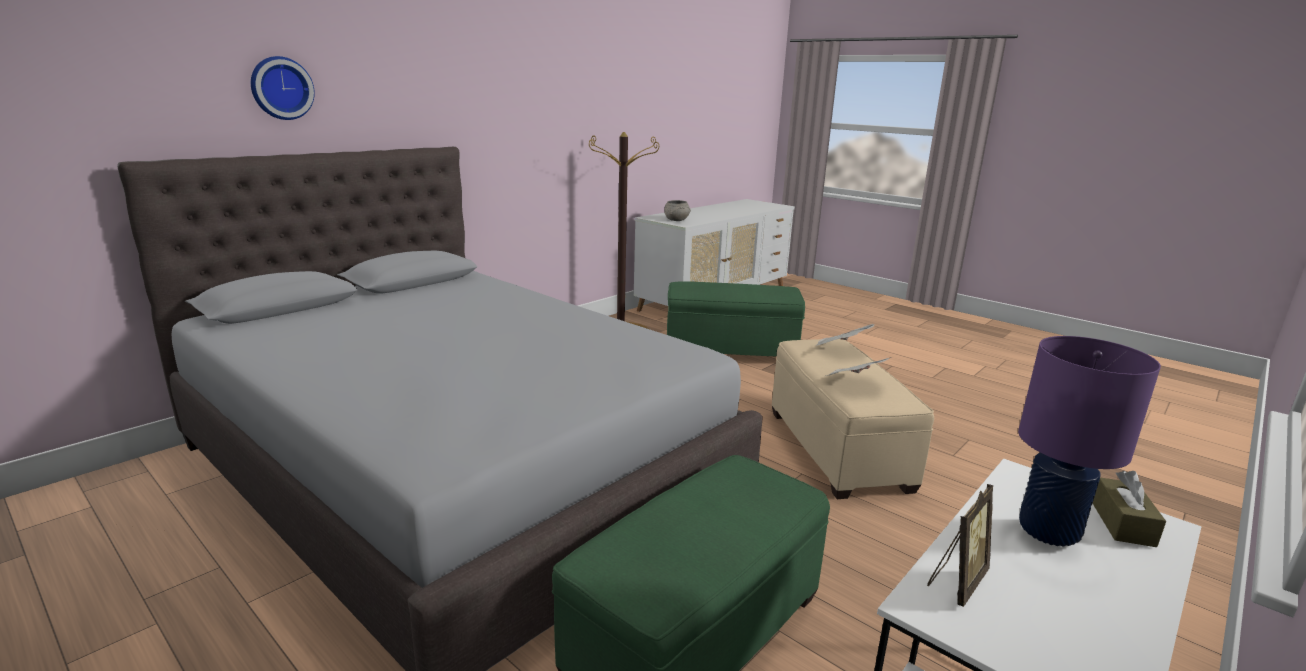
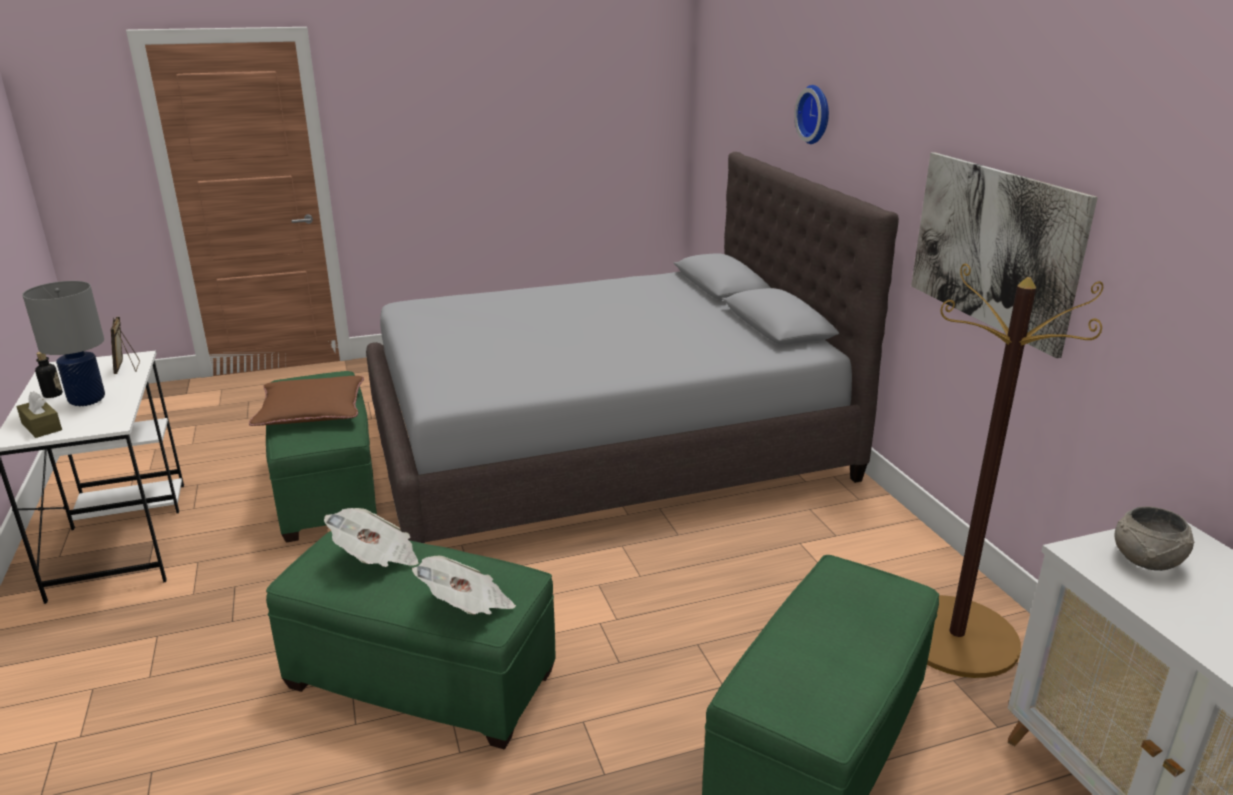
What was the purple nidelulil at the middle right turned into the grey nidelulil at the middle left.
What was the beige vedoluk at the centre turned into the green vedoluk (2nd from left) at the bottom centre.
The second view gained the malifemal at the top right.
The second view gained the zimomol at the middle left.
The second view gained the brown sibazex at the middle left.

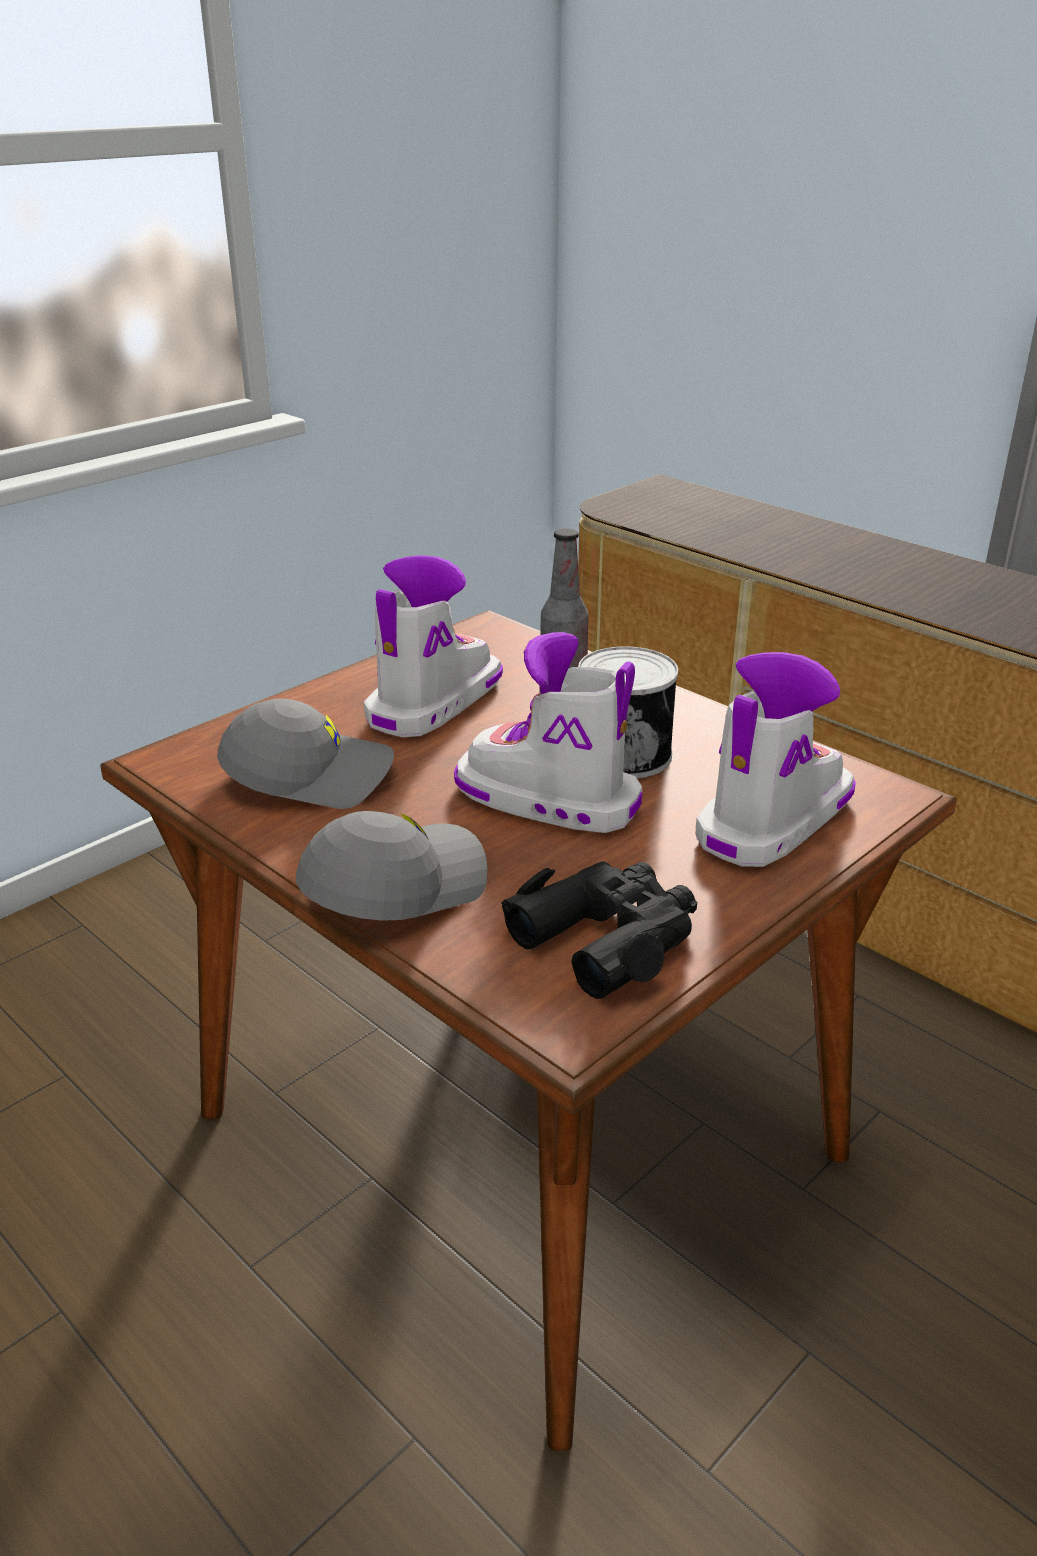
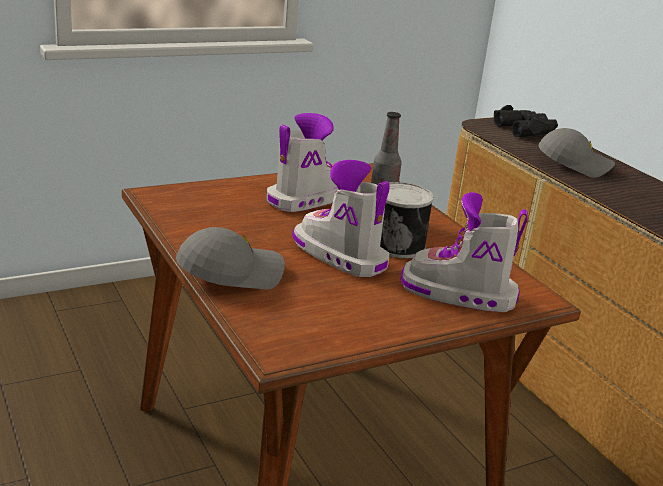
The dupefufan (3rd from left) at the middle right ended up facing another way, 135 degrees counterclockwise from before.
The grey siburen (1st from left in the first image) ended up elsewhere, having gone from the middle left to the top right.
The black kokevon ended up elsewhere, having gone from the centre to the top right.

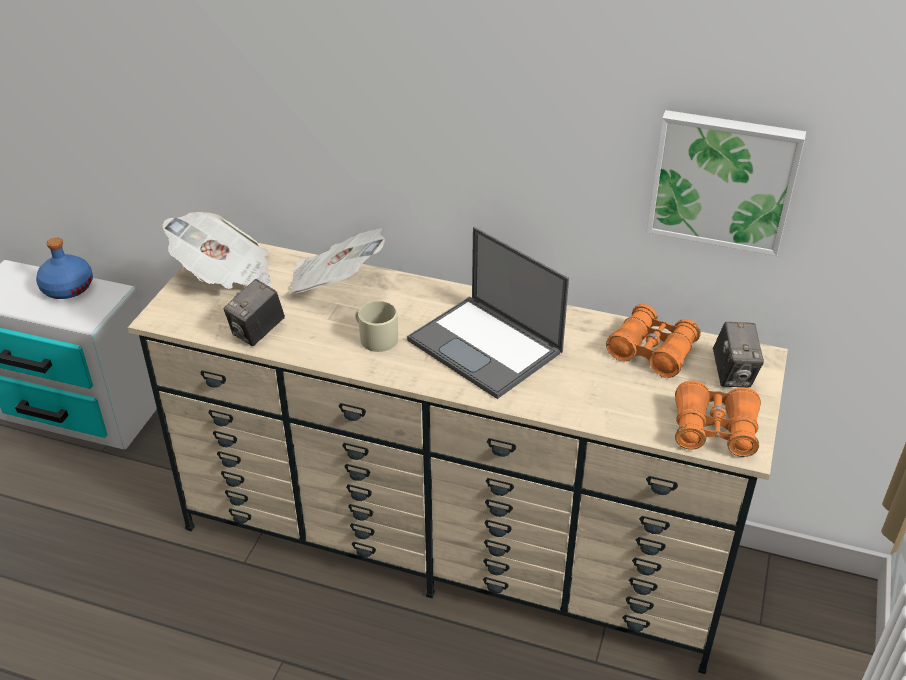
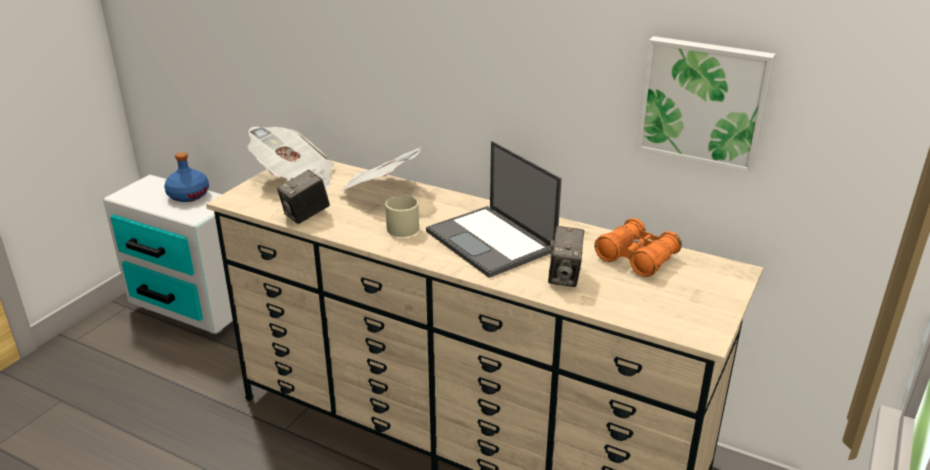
The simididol (2nd from left) ended up elsewhere, having gone from the middle right to the centre.
The second view lost the orange kokevon (2nd from left) at the middle right.

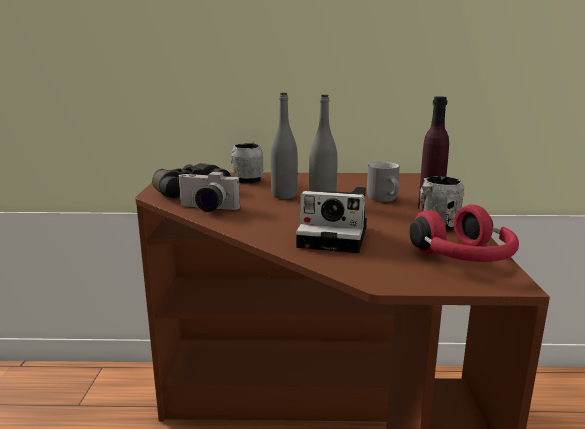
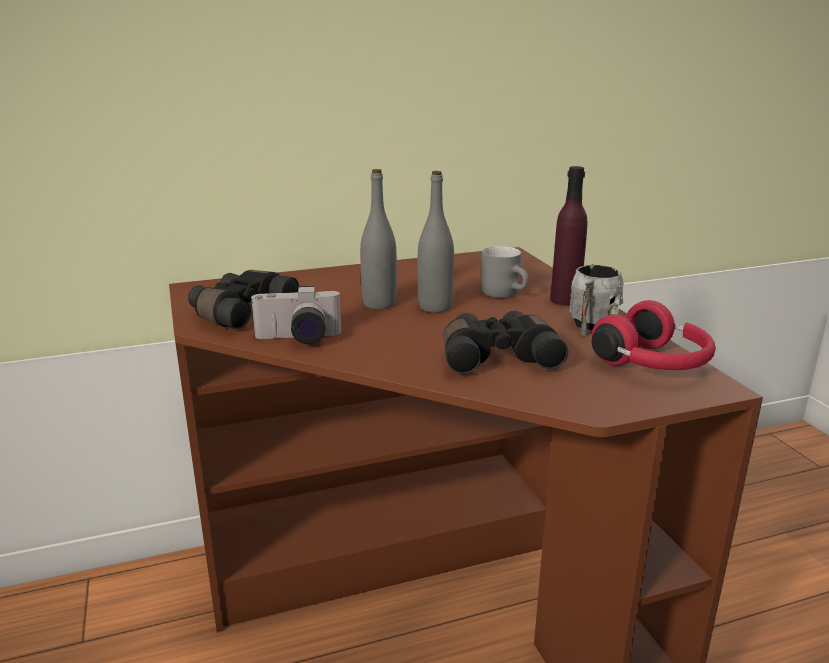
The second view lost the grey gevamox (1st from left) at the centre.
Where the simididol (2nd from left) stood at the centre, the black kokevon (2nd from left) came to stand at the centre.

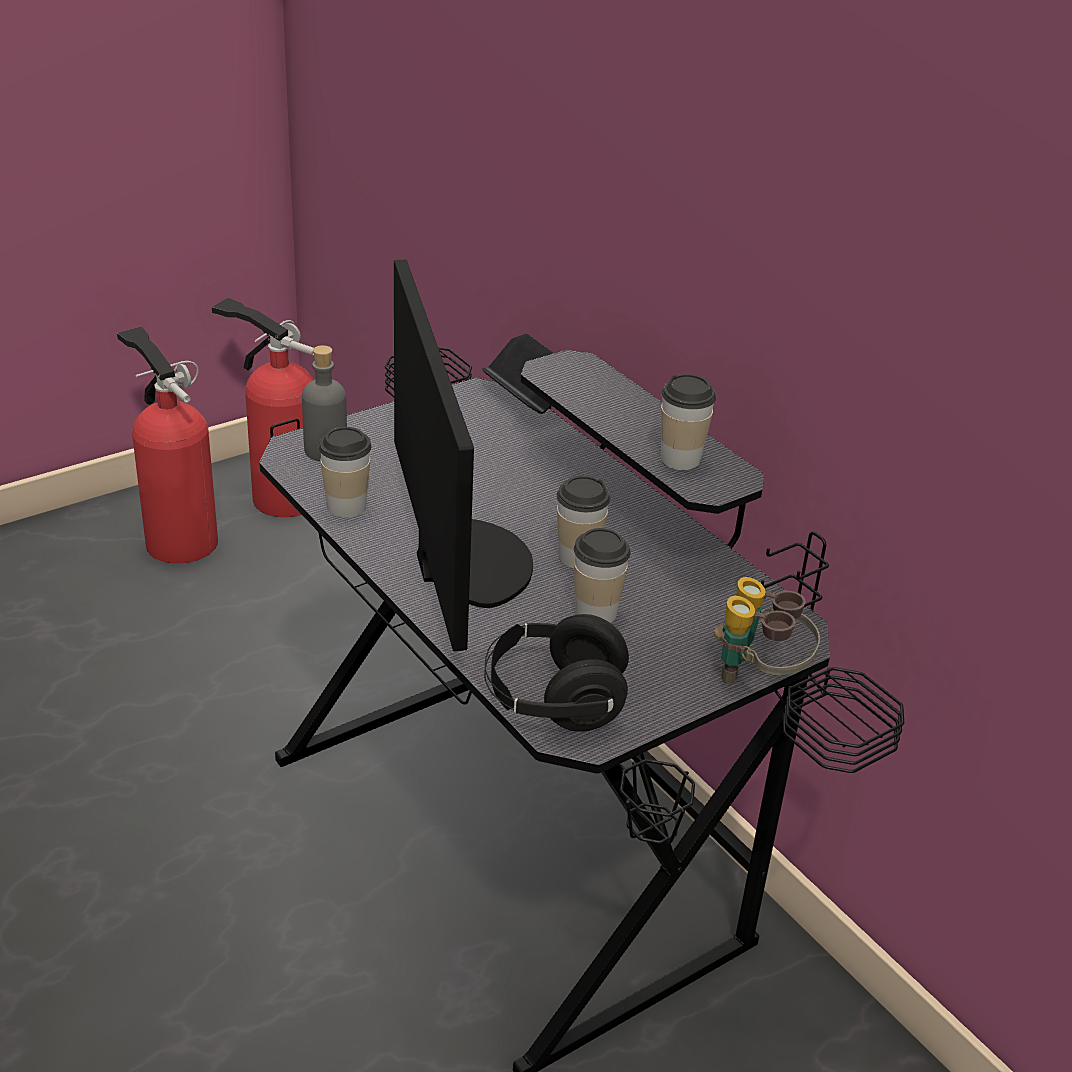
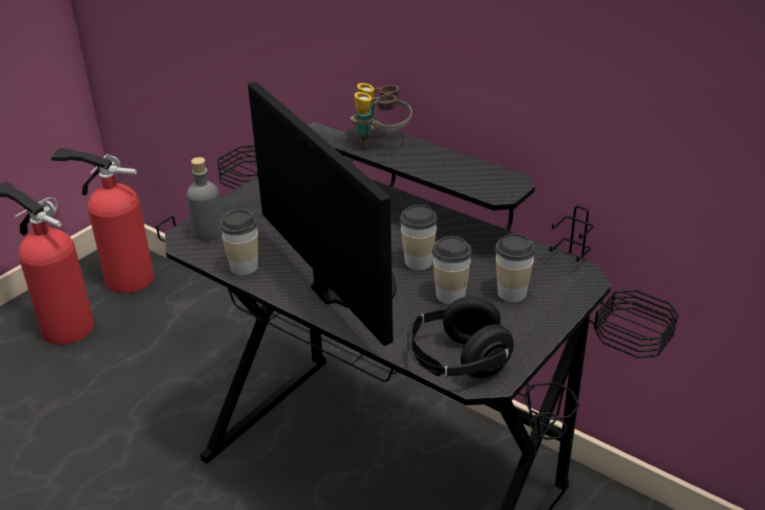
The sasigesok (4th from left) ended up elsewhere, having gone from the centre to the middle right.
The kokevon ended up elsewhere, having gone from the middle right to the top centre.

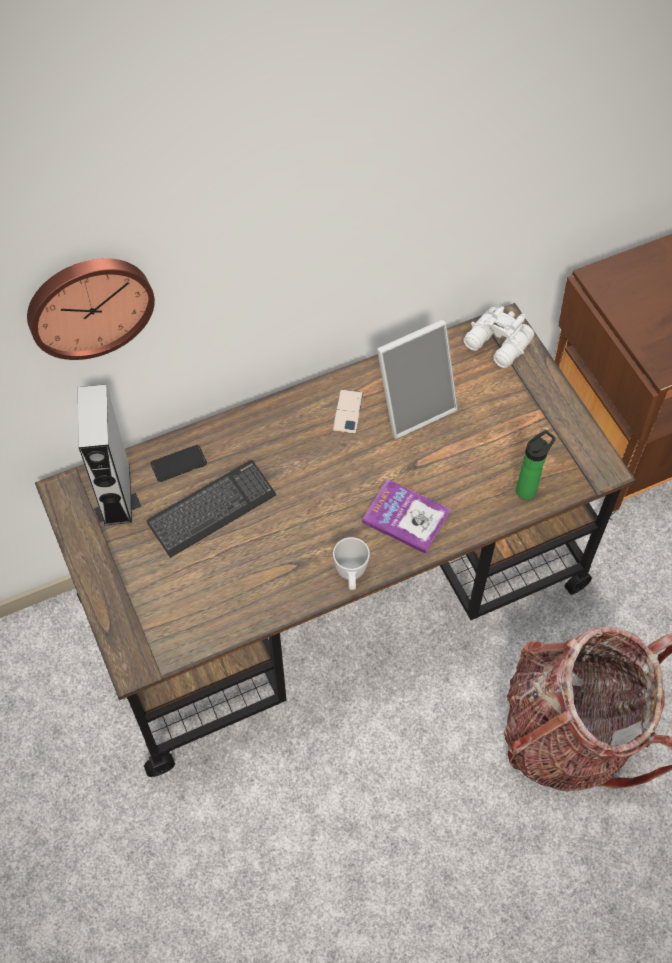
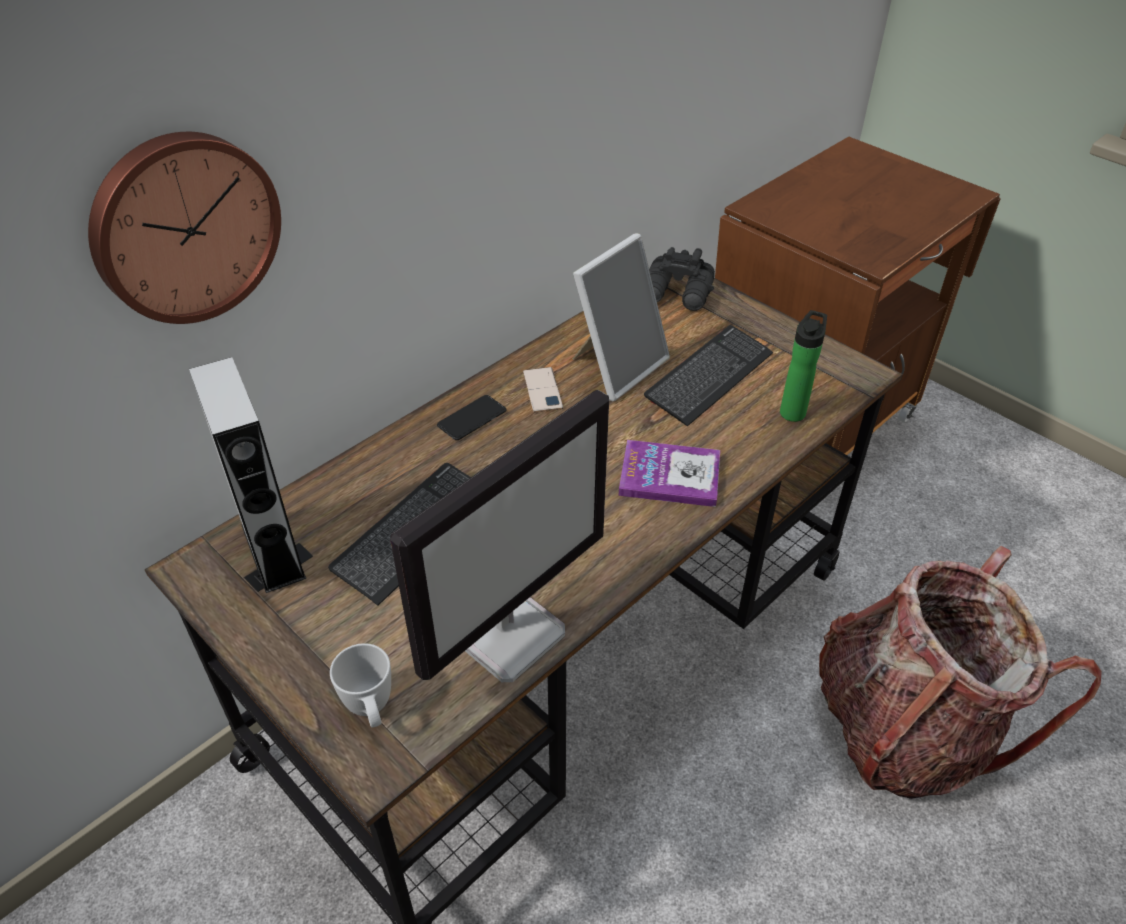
What was the white kokevon at the middle right turned into the black kokevon at the top centre.
The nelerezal (1st from left) ended up elsewhere, having gone from the middle left to the centre.
The white gevamox ended up elsewhere, having gone from the centre to the bottom left.
The second view gained the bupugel (2nd from left) at the centre.
The second view gained the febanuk at the centre.

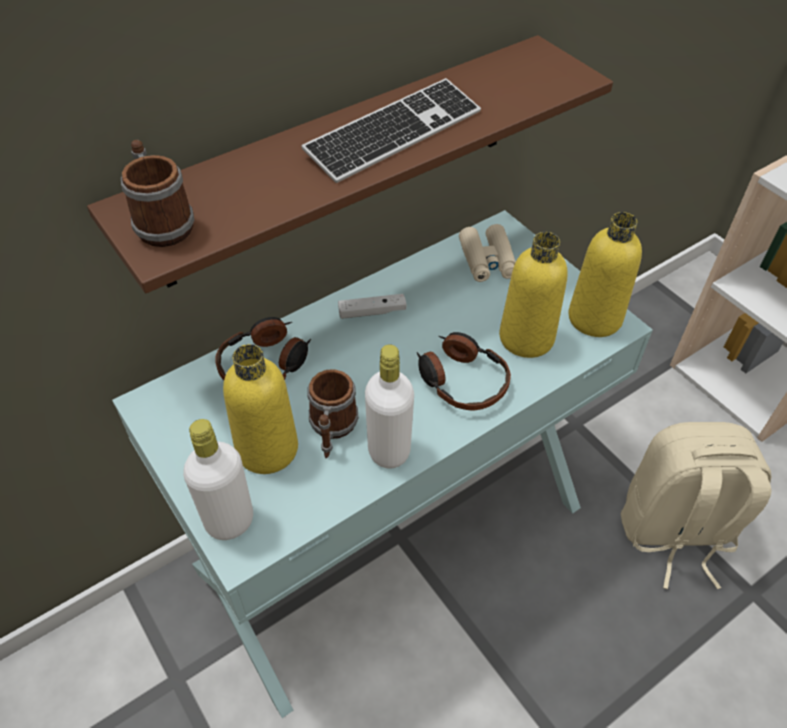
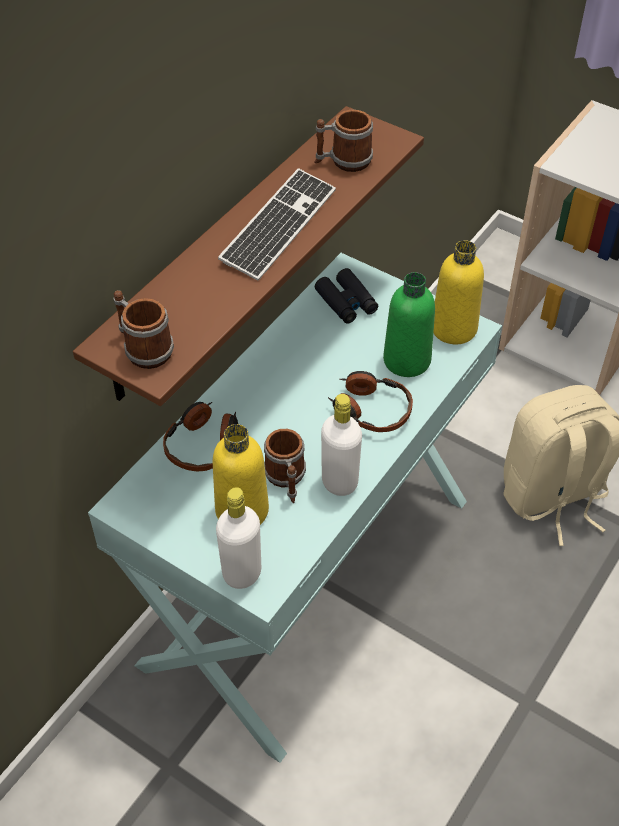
What was the beige kokevon at the centre turned into the black kokevon at the centre.
What was the yellow zimomol (2nd from left) at the middle right turned into the green zimomol at the centre.
The second view lost the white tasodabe at the centre.
The second view gained the gevamox (3rd from left) at the top centre.

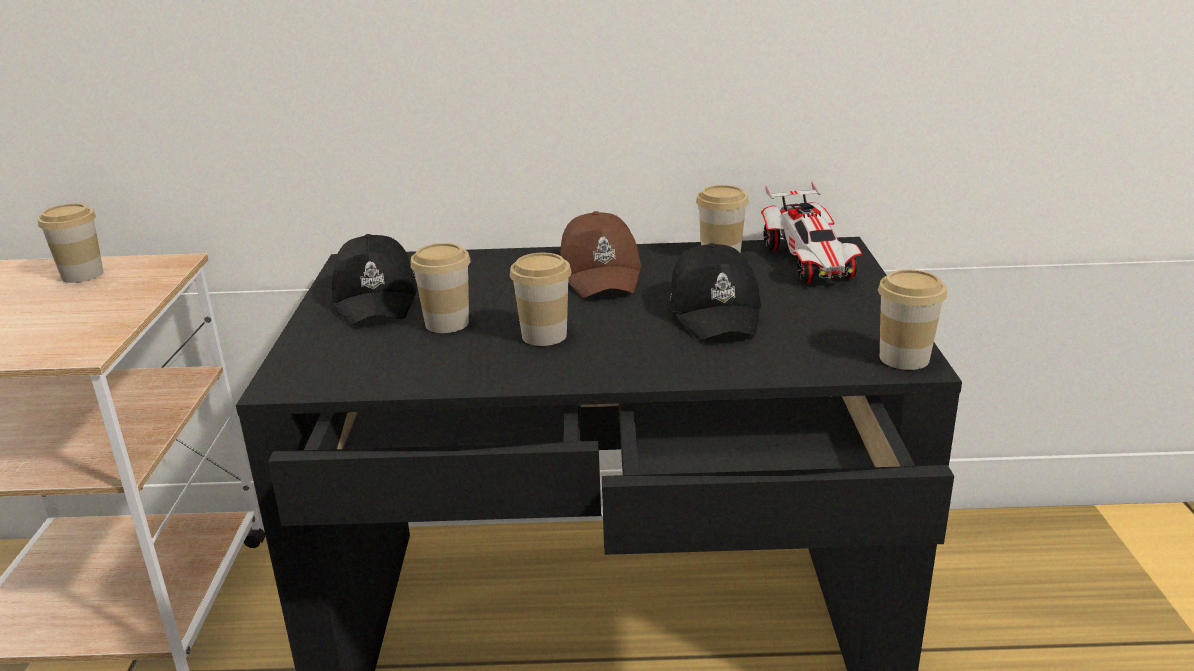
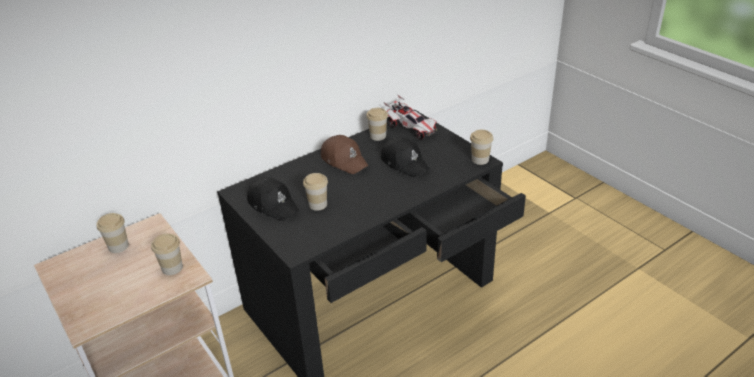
The sasigesok (3rd from left in the first image) ended up elsewhere, having gone from the centre to the bottom left.

